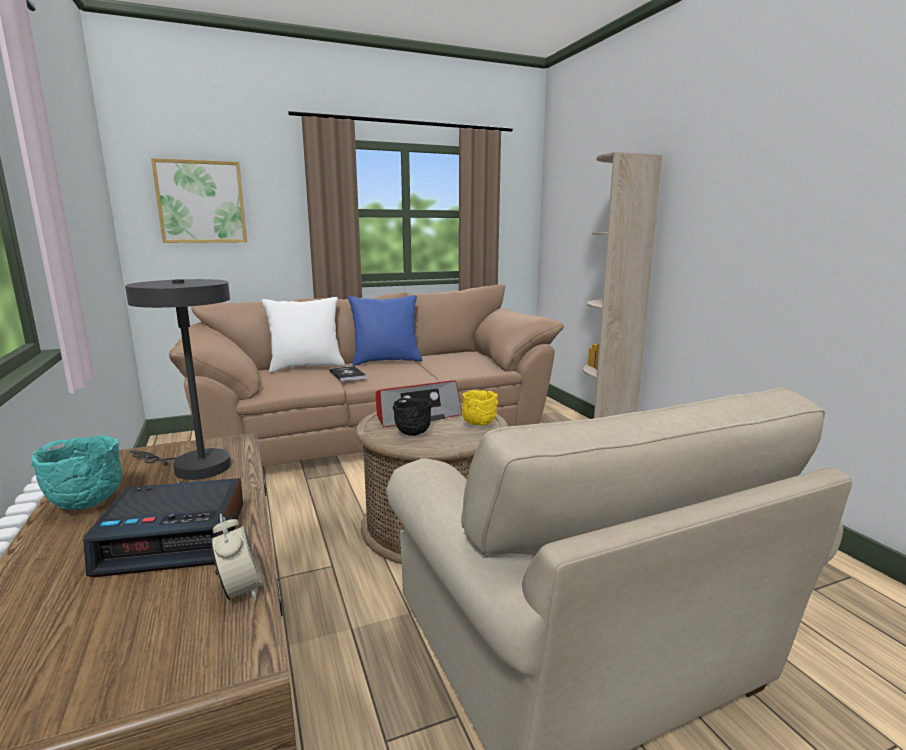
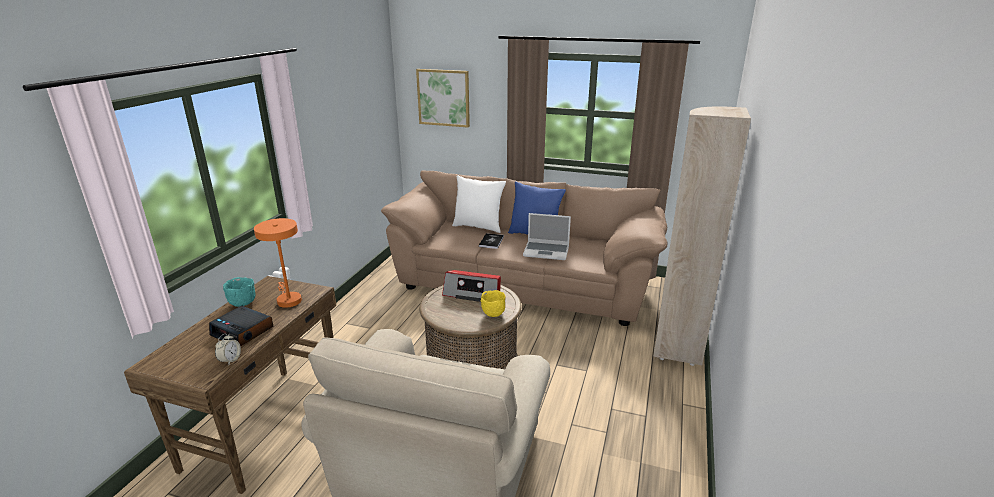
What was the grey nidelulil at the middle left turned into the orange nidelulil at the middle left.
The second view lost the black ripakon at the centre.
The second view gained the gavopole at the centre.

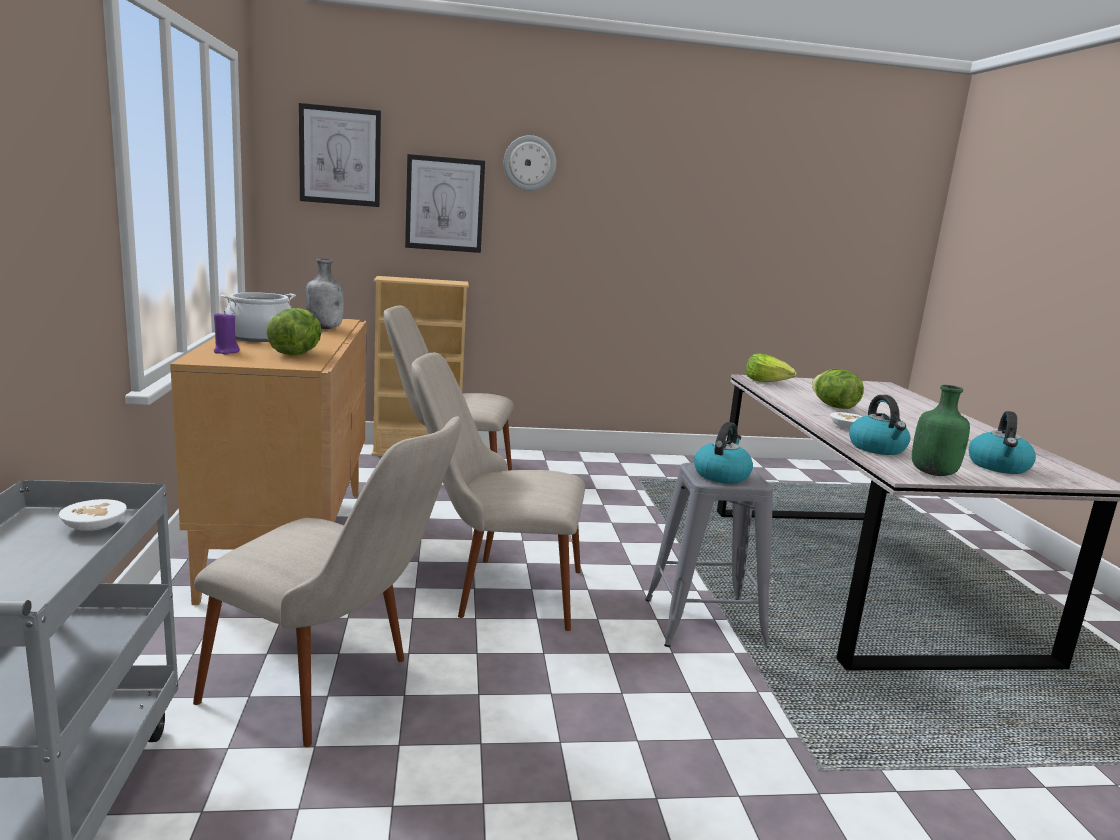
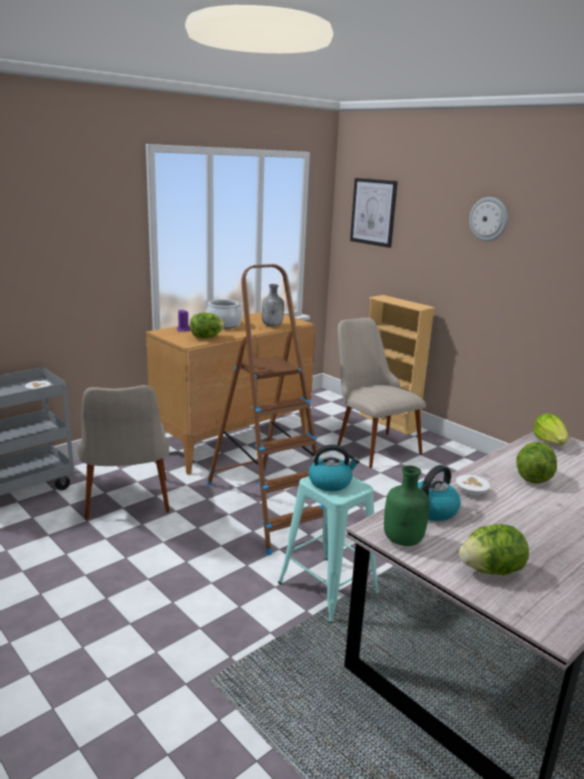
The second view lost the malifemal (2nd from left) at the top centre.
Where the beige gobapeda (3rd from left) stood at the centre, the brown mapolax came to stand at the centre.
Where the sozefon (3rd from left) stood at the middle right, the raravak (2nd from left) came to stand at the bottom right.
What was the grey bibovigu at the centre turned into the turquoise bibovigu at the bottom centre.

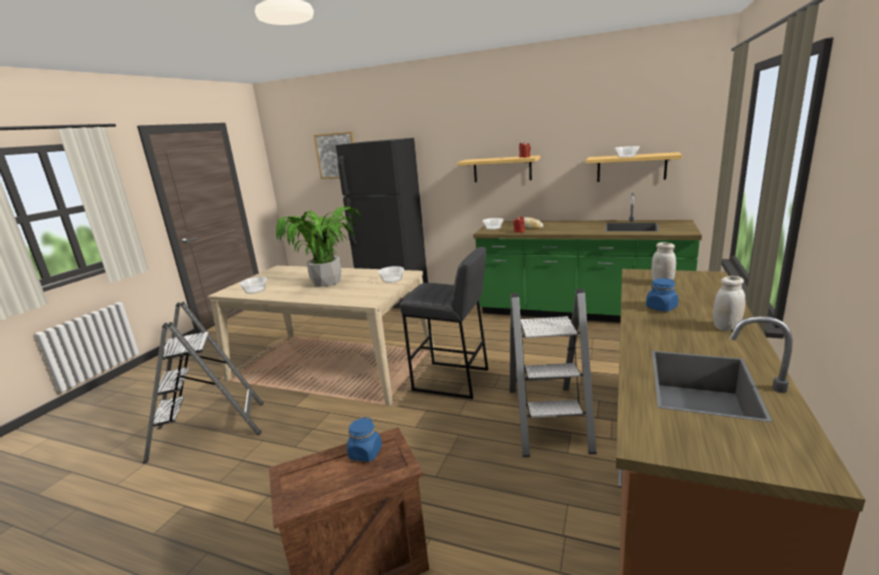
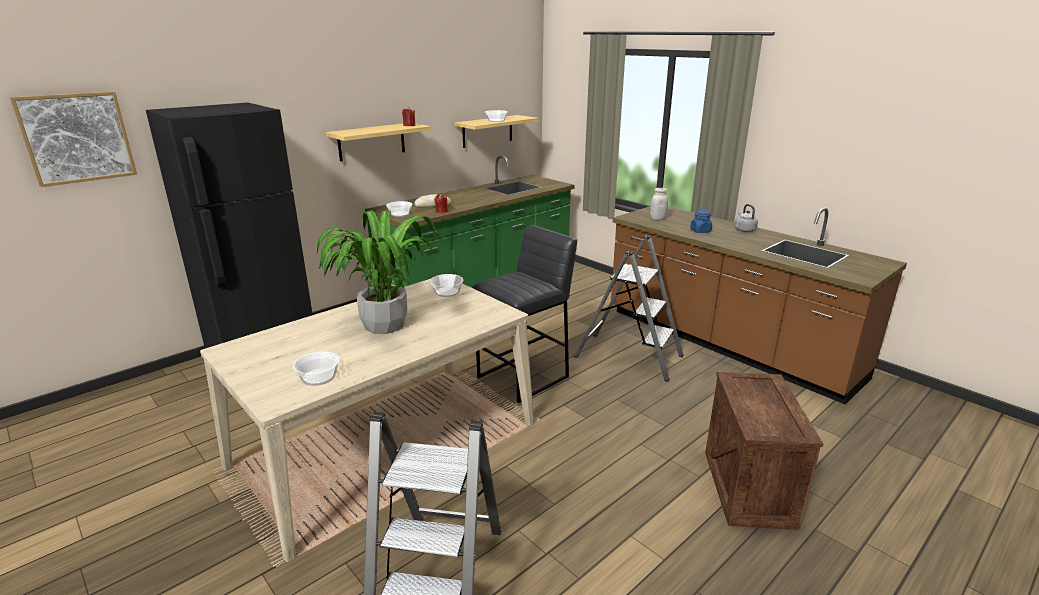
Where the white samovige (2nd from left) stood at the middle right, the grey sozefon came to stand at the middle right.
The second view lost the blue samovige (1st from left) at the bottom centre.

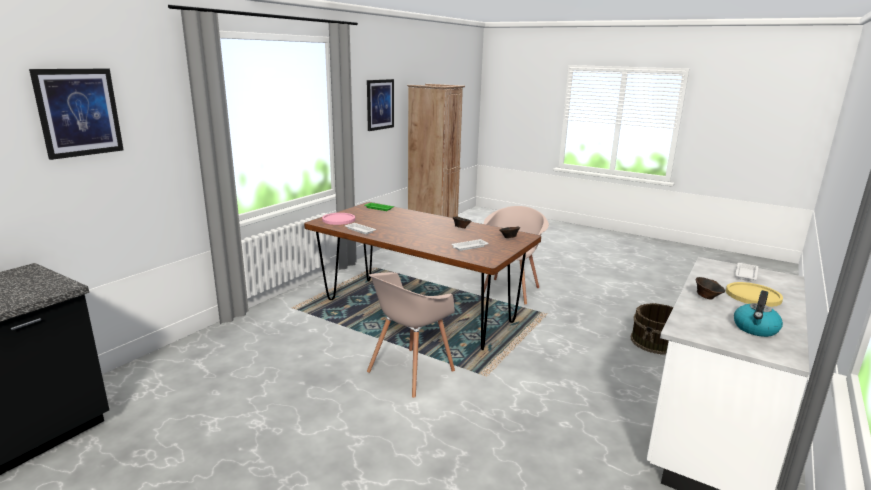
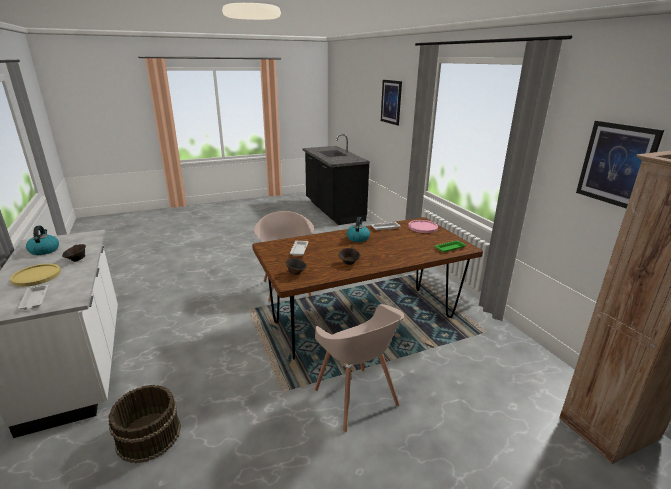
The second view gained the sozefon (2nd from left) at the centre.

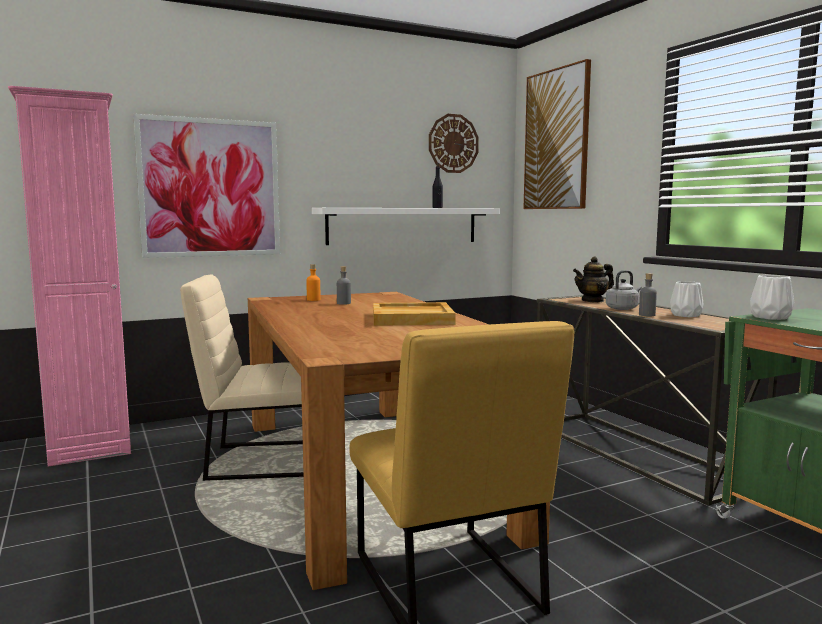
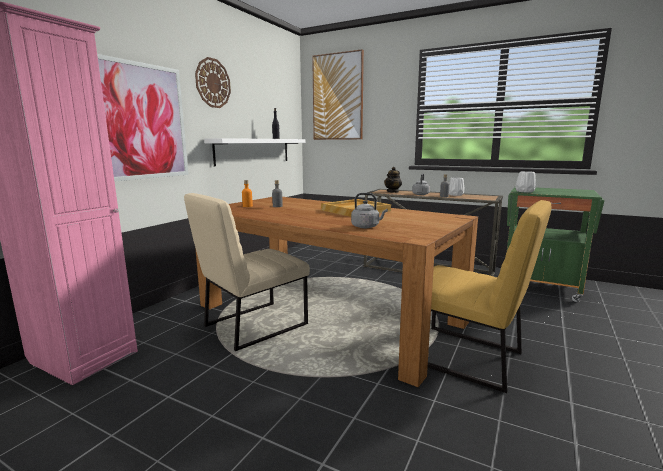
The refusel ended up elsewhere, having gone from the top centre to the top left.
The second view gained the grey sozefon (1st from left) at the centre.

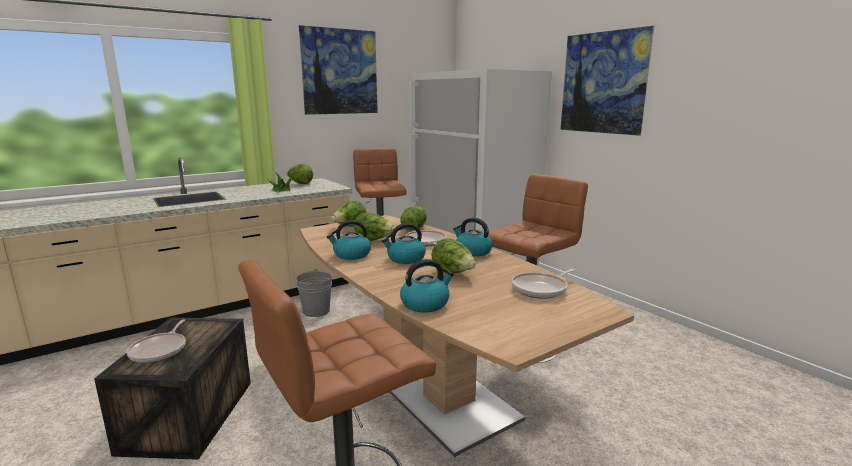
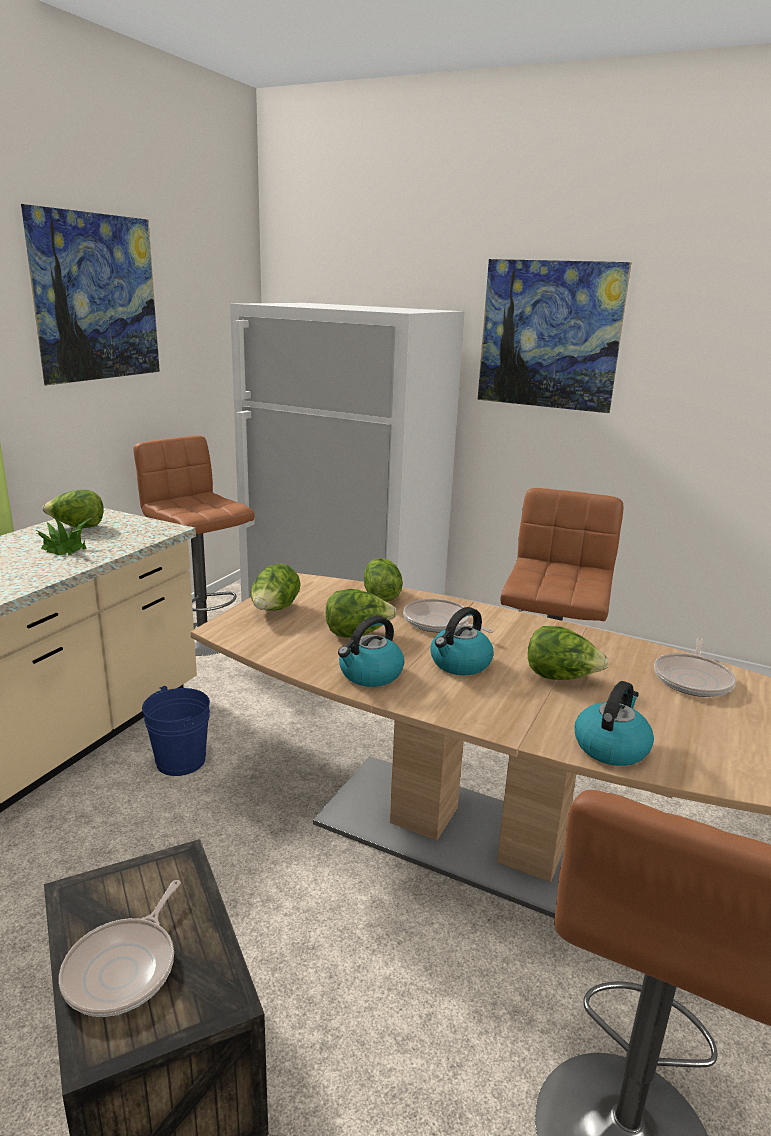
The second view lost the sozefon (4th from left) at the centre.
What was the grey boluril at the centre turned into the blue boluril at the middle left.
The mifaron (1st from left) at the bottom left ended up facing another way, 45 degrees clockwise from before.

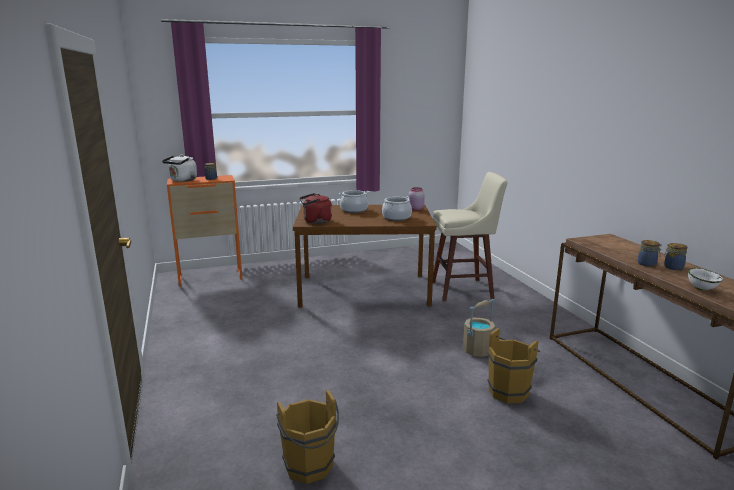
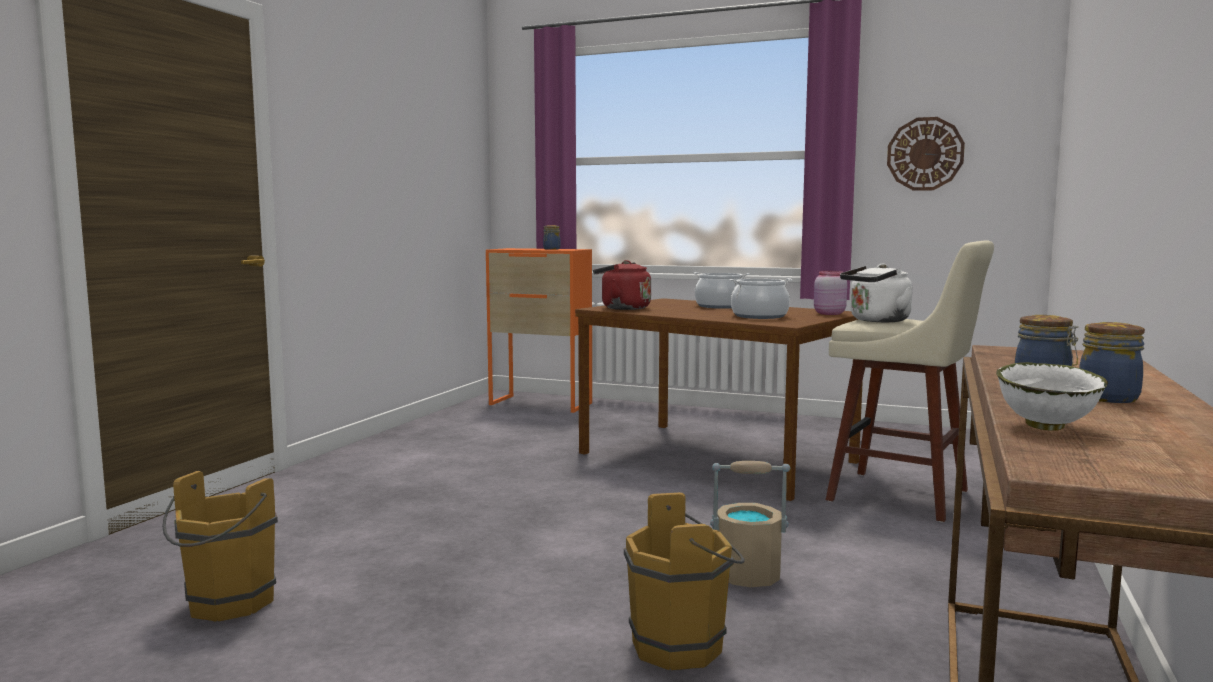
The white sozefon ended up elsewhere, having gone from the middle left to the middle right.
The second view gained the refusel at the top right.

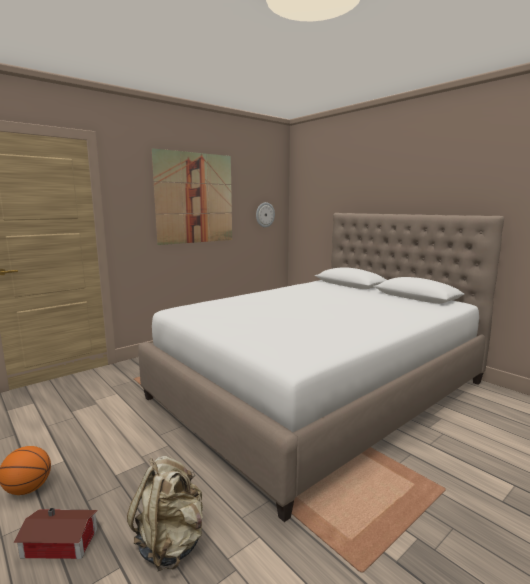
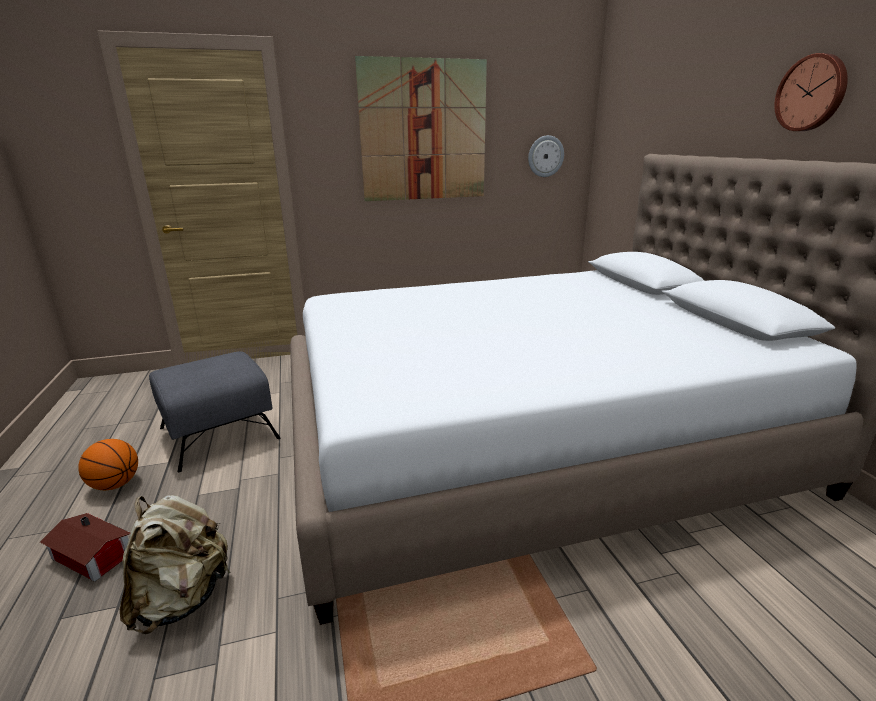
The second view gained the refusel (2nd from left) at the top right.
The second view gained the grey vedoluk at the middle left.

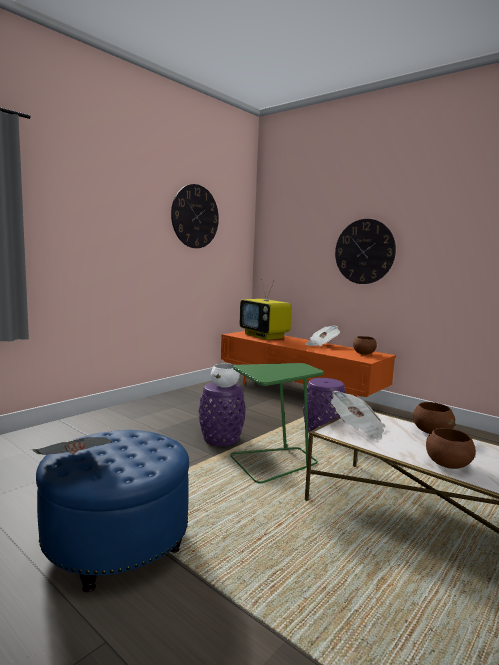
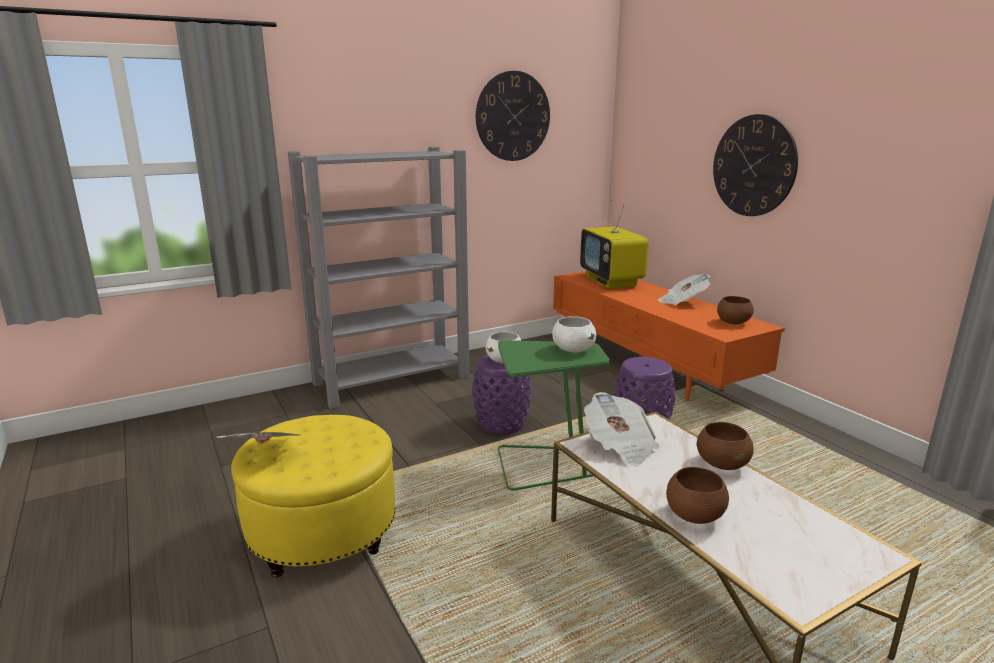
What was the blue vedoluk at the bottom left turned into the yellow vedoluk at the bottom left.
The second view gained the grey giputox at the centre.
The second view gained the white ripakon (2nd from left) at the centre.

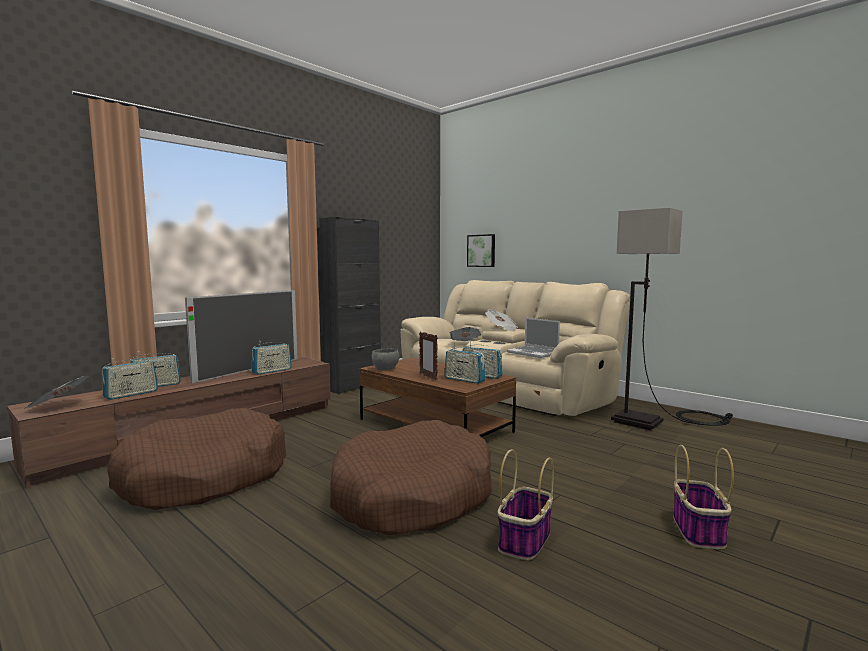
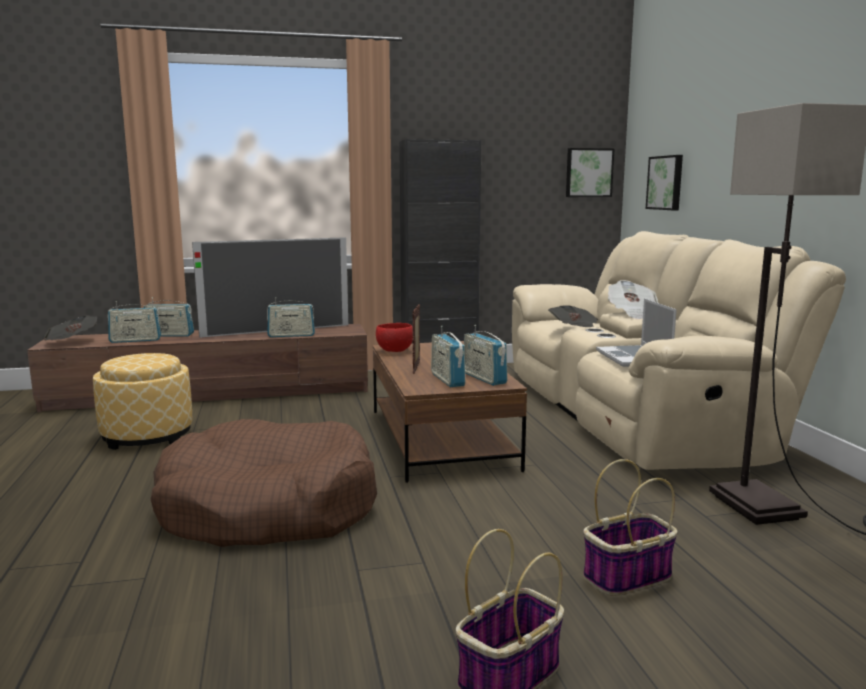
What was the grey ripakon at the centre turned into the red ripakon at the centre.
Where the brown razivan (1st from left) stood at the bottom left, the vedoluk came to stand at the middle left.
The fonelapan (1st from left in the first image) ended up elsewhere, having gone from the bottom centre to the bottom right.
The second view gained the malifemal (1st from left) at the top right.

